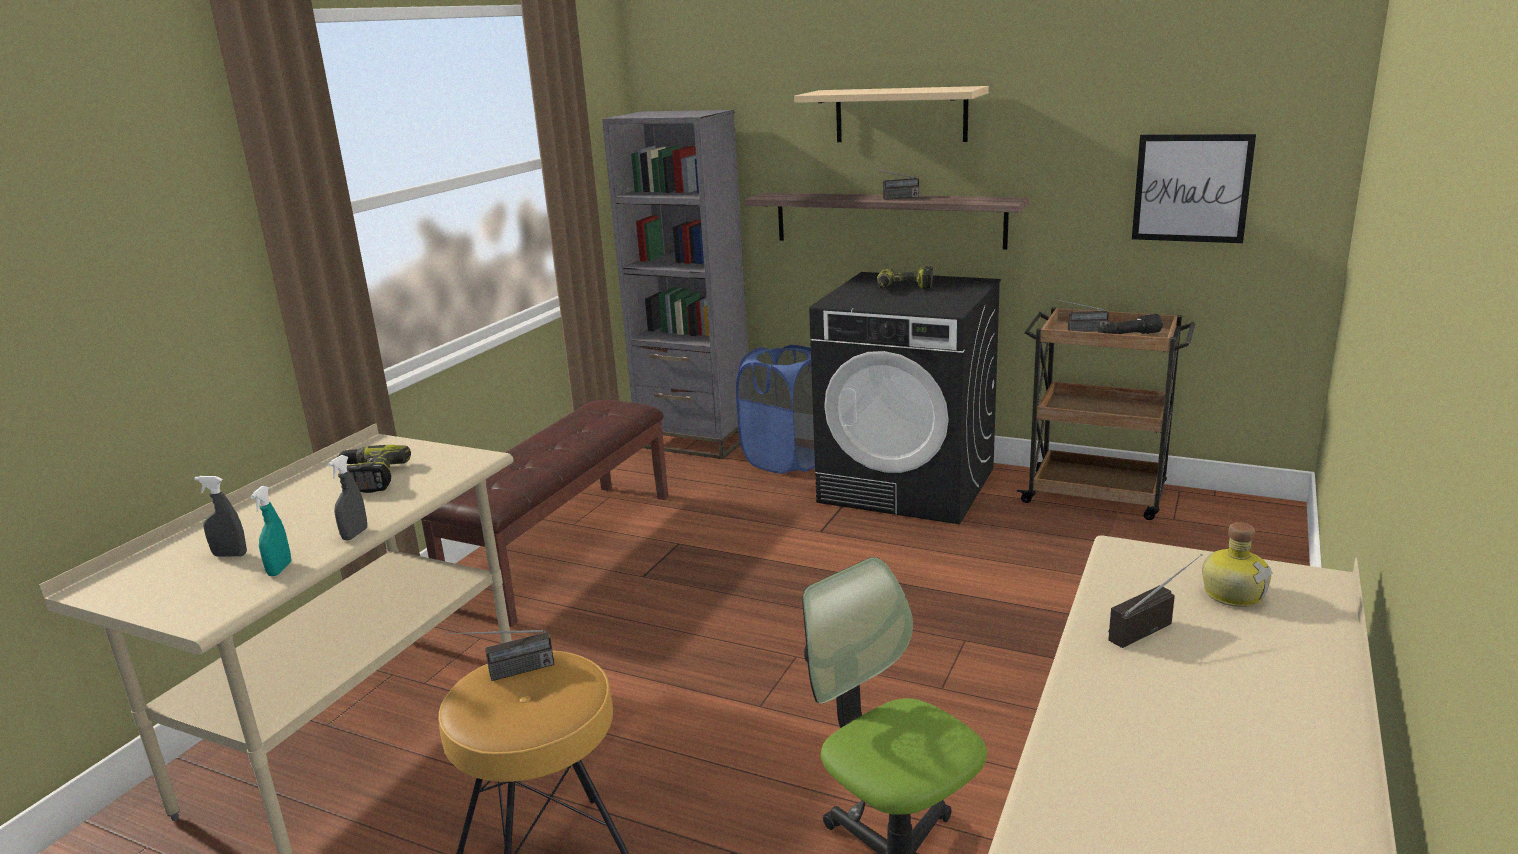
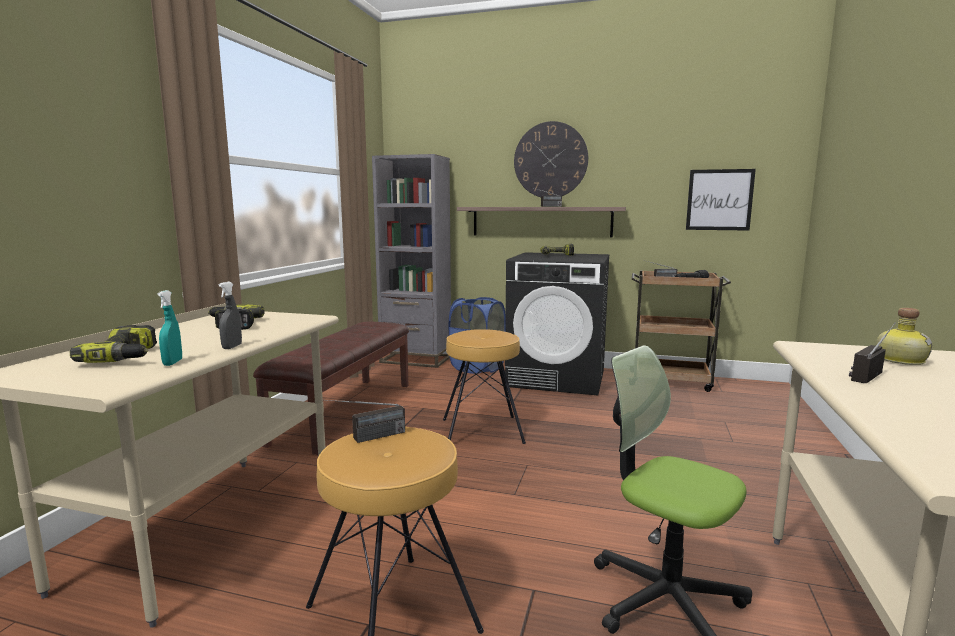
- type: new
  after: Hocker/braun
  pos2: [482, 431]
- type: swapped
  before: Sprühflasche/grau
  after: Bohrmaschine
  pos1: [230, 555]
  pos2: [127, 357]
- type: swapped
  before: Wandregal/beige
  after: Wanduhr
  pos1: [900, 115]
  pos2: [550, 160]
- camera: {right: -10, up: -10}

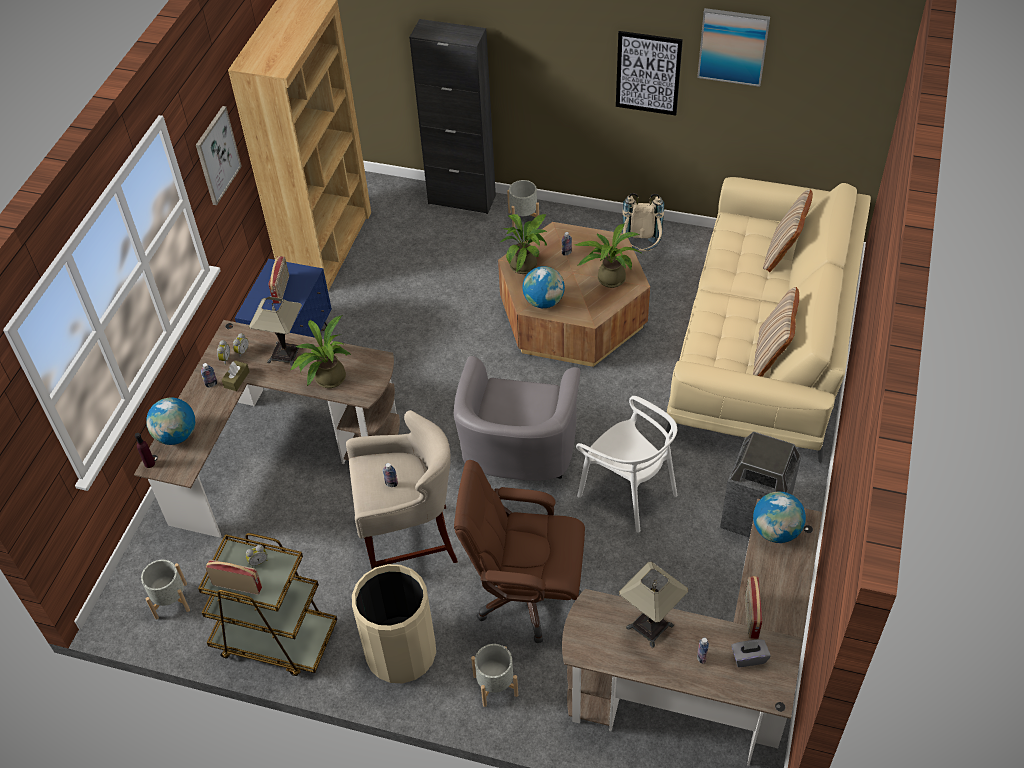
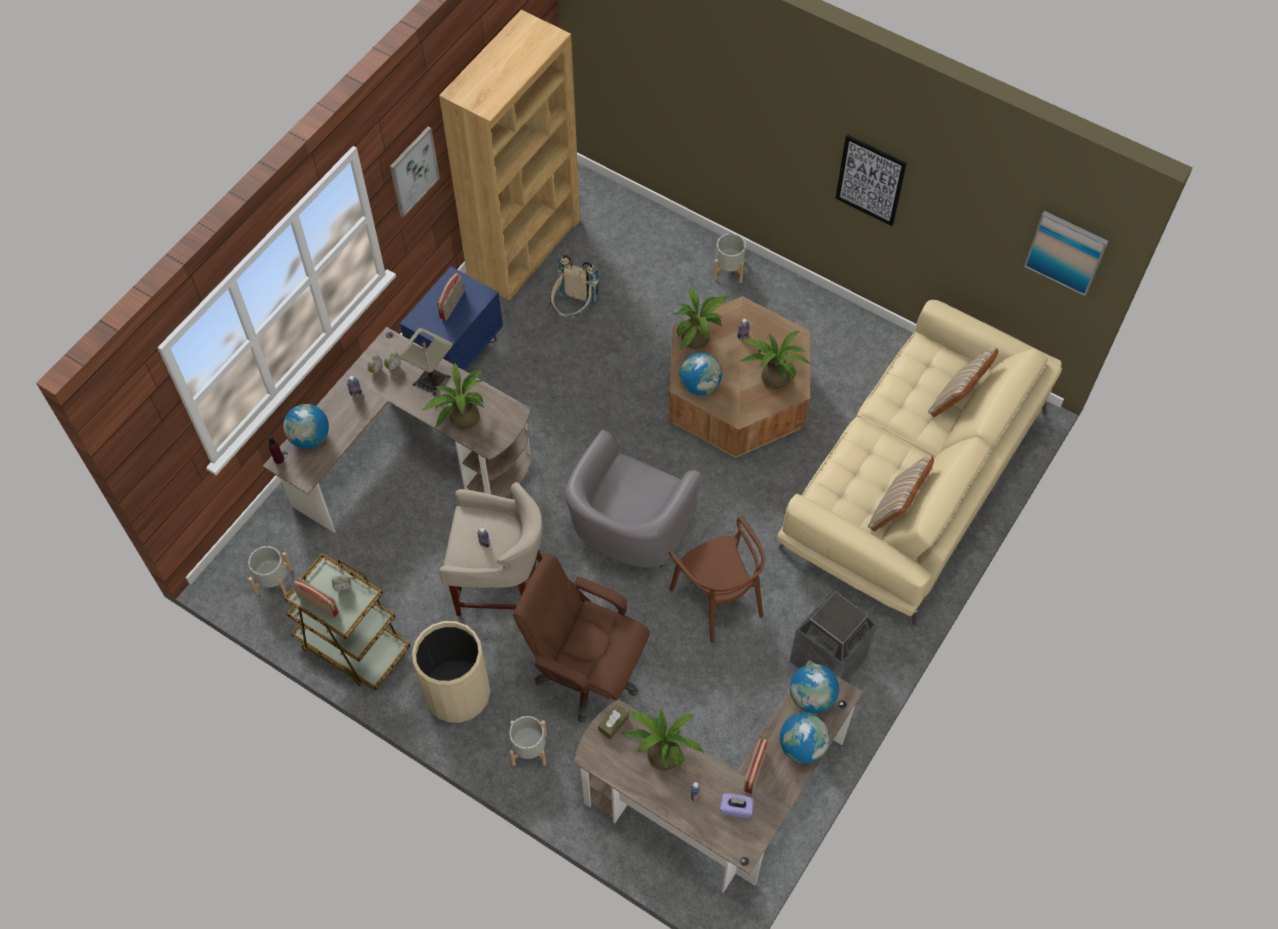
- type: gone
  before: Schrank/schwarz
  pos1: [462, 199]
- type: new
  after: Globus
  pos2: [802, 746]
- type: shifted
  before: Taschentuchbox/braun
  pos1: [236, 379]
  pos2: [613, 724]
- type: shifted
  before: Rucksack/beige
  pos1: [641, 250]
  pos2: [573, 310]
- type: shifted
  before: Bild
  pos1: [733, 46]
  pos2: [1066, 252]
- type: swapped
  before: Tischlampe
  after: Topfpflanze
  pos1: [650, 626]
  pos2: [661, 752]
- type: repainted
  before: Stuhl/weiß
  after: Stuhl/braun
  pos1: [628, 492]
  pos2: [718, 600]
- type: repainted
  before: Taschentuchbox/grau
  after: Taschentuchbox/lila
  pos1: [748, 657]
  pos2: [736, 808]
- camera: {right: 15, up: 10}

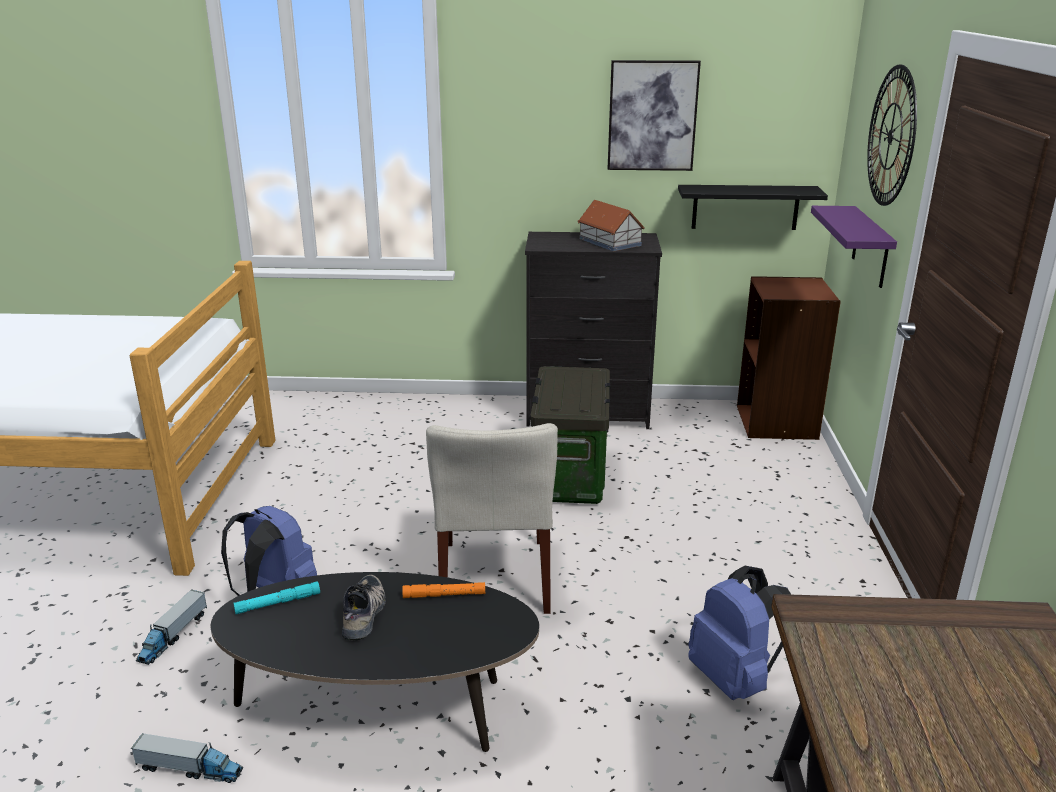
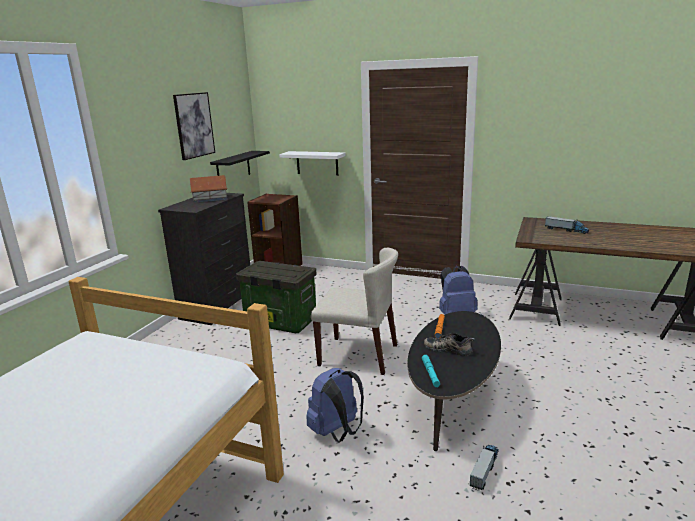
- type: gone
  before: Wanduhr
  pos1: [891, 136]
- type: shifted
  before: Spielzeuglaster
  pos1: [173, 636]
  pos2: [566, 230]
- type: repainted
  before: Wandregal/lila
  after: Wandregal/weiß
  pos1: [870, 247]
  pos2: [317, 163]
- camera: {right: -70, up: -5}

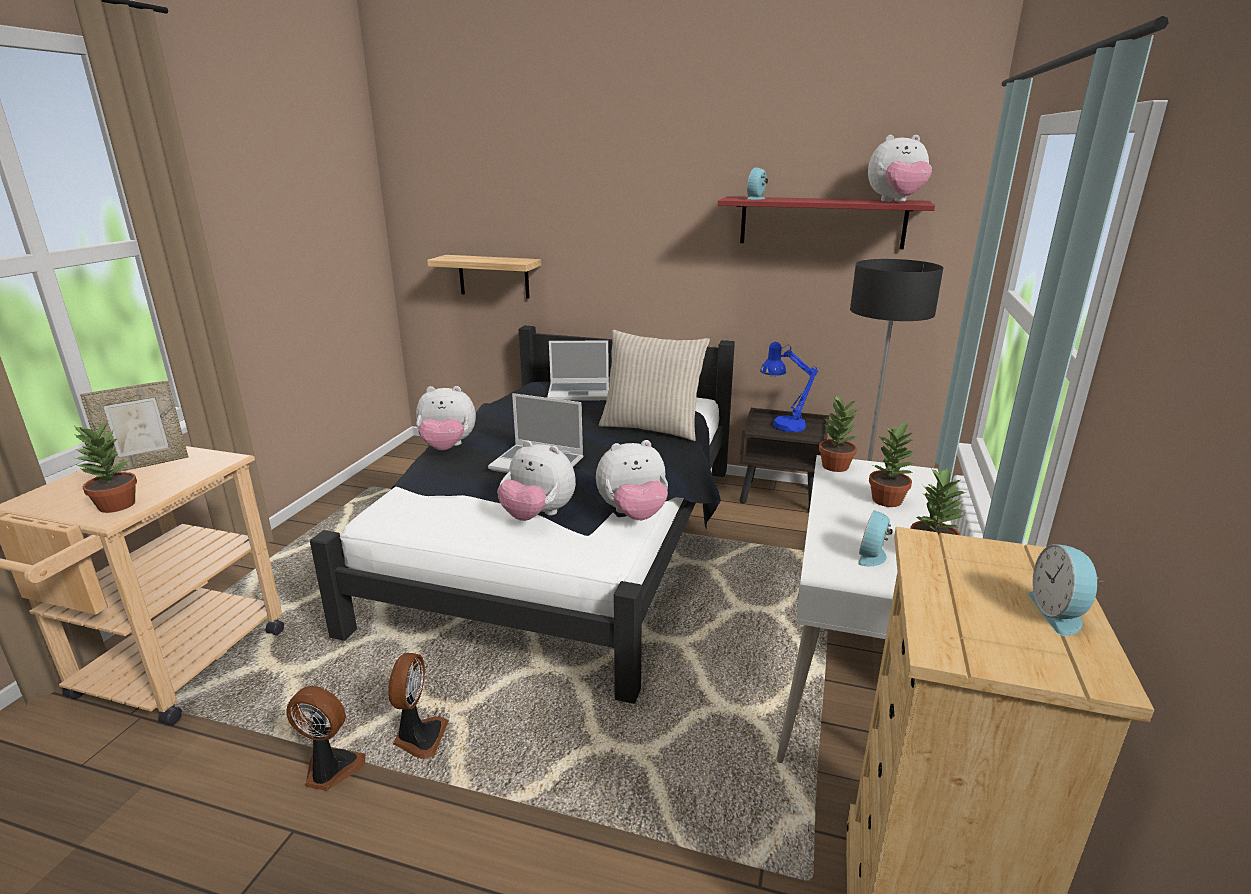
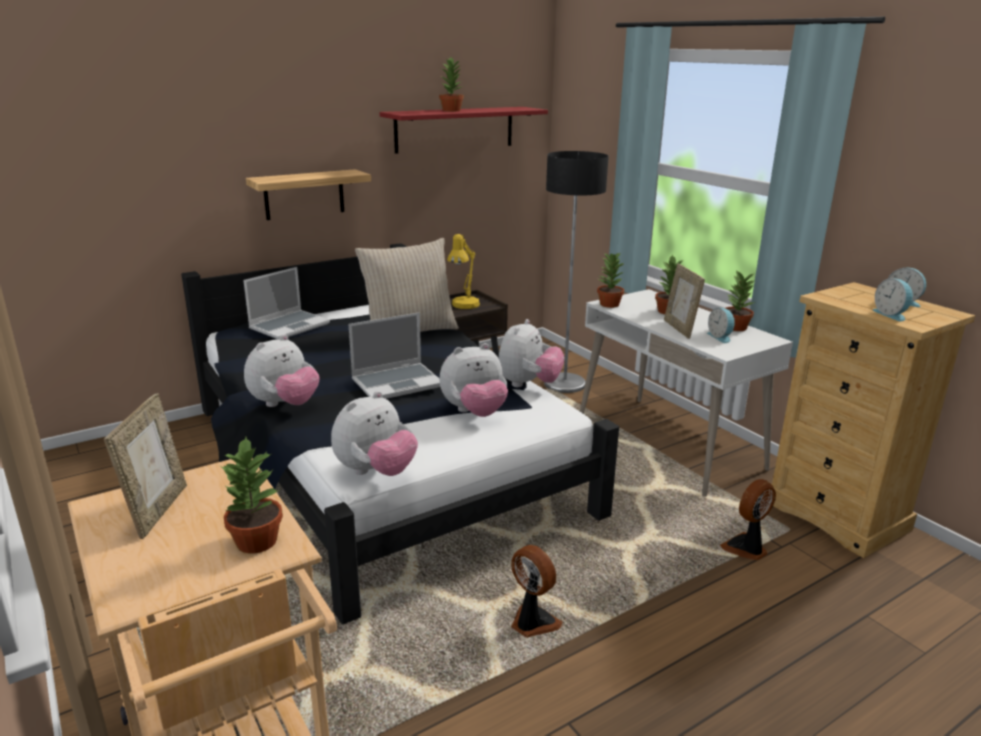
- type: new
  after: Topfpflanze
  pos2: [452, 110]
- type: new
  after: Bilderrahmen
  pos2: [679, 329]
- type: shifted
  before: Ventilator
  pos1: [331, 769]
  pos2: [746, 549]
- type: shifted
  before: Wandregal
  pos1: [493, 276]
  pos2: [304, 194]
- type: shifted
  before: Wecker
  pos1: [757, 198]
  pos2: [891, 314]
- type: shifted
  before: Plüschtier
  pos1: [896, 202]
  pos2: [375, 472]
- type: repainted
  before: Tischlampe/blau
  after: Tischlampe/gelb
  pos1: [783, 427]
  pos2: [463, 306]
- camera: {right: -50, up: 0}

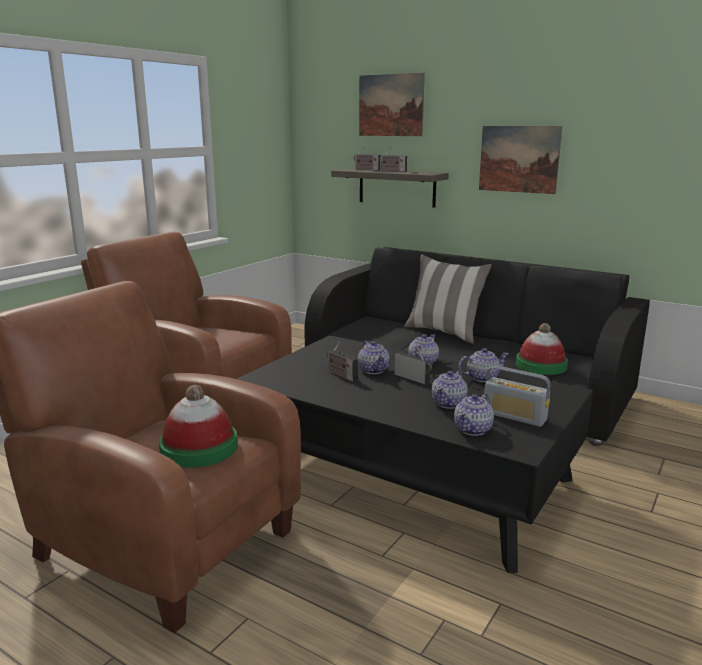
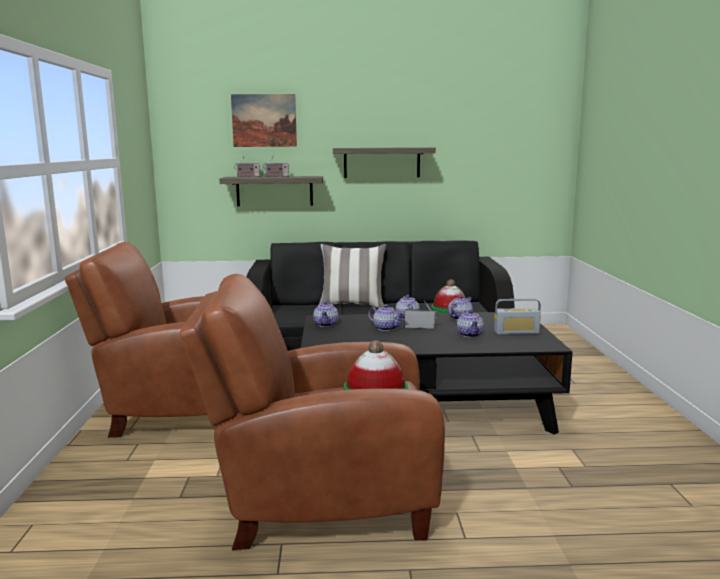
- type: gone
  before: Radio
  pos1: [341, 375]
- type: shifted
  before: Teekanne
  pos1: [473, 429]
  pos2: [326, 324]
- type: swapped
  before: Bild
  after: Wandregal
  pos1: [519, 159]
  pos2: [381, 162]
- camera: {right: -35, up: -5}

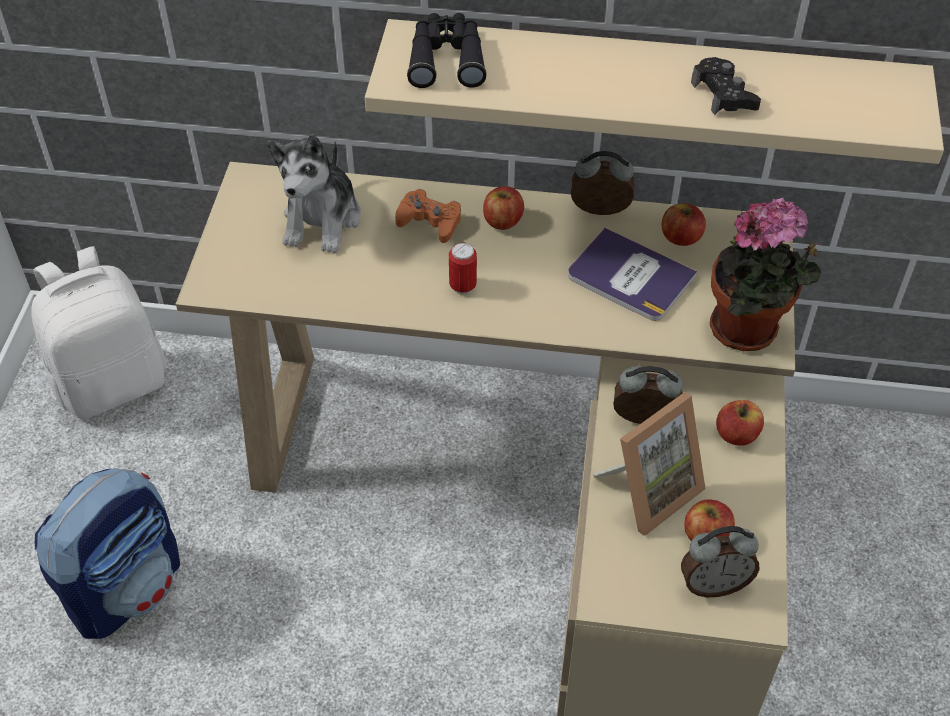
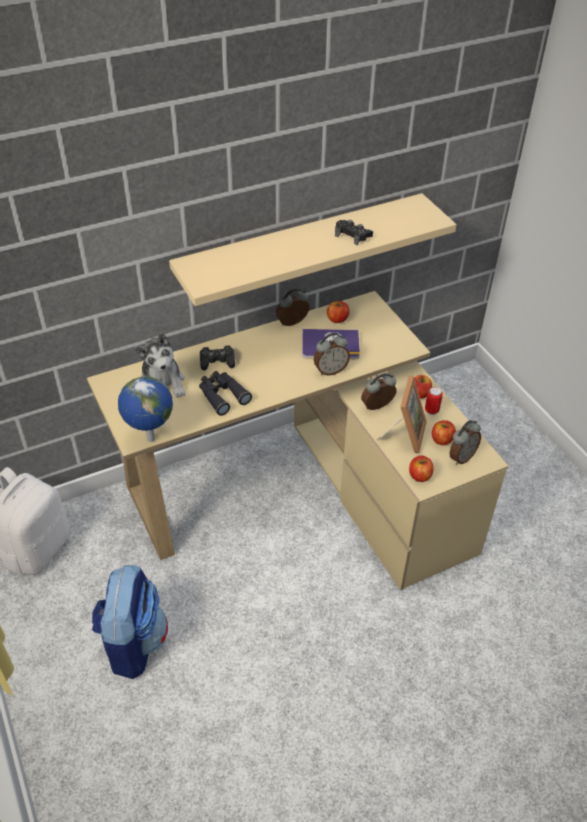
- type: gone
  before: Topfpflanze
  pos1: [749, 331]
- type: new
  after: Globus
  pos2: [150, 439]
- type: new
  after: Wecker
  pos2: [330, 370]
- type: shifted
  before: Fernglas/schwarz
  pos1: [446, 59]
  pos2: [222, 395]
- type: shifted
  before: Dose
  pos1: [463, 286]
  pos2: [431, 410]
- type: shifted
  before: Apfel
  pos1: [502, 221]
  pos2: [419, 476]
- type: repainted
  before: Gamepad/orange
  after: Gamepad/schwarz
  pos1: [430, 221]
  pos2: [217, 361]
- camera: {right: -35, up: -5}

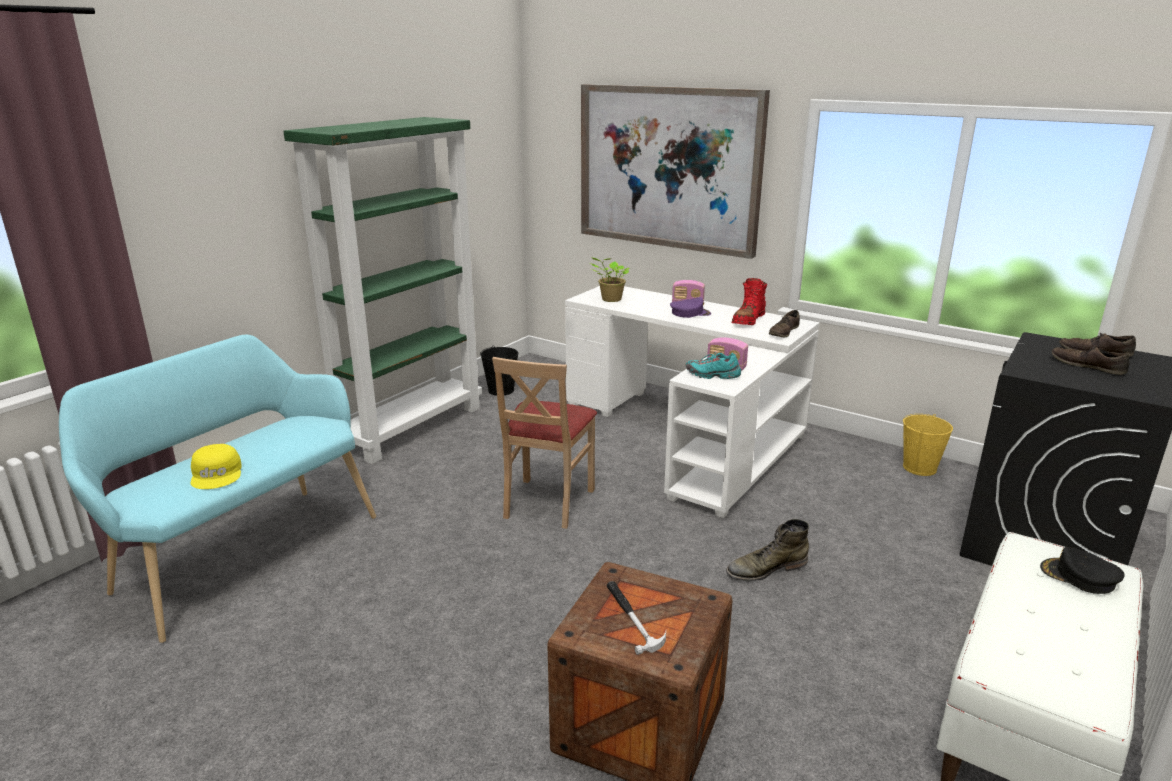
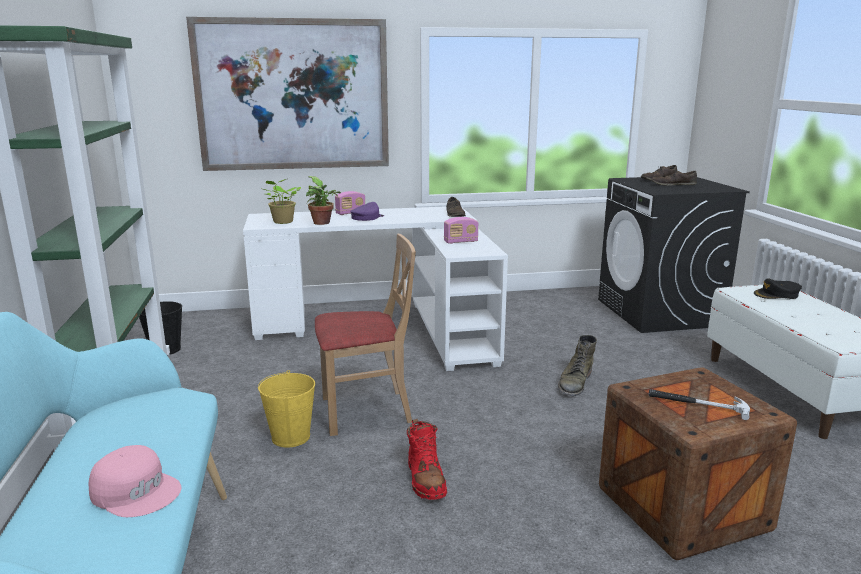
- type: gone
  before: Schuh/türkis
  pos1: [713, 375]
- type: new
  after: Topfpflanze
  pos2: [323, 223]
- type: shifted
  before: Stiefel/rot
  pos1: [748, 320]
  pos2: [425, 479]
- type: shifted
  before: Eimer/gelb
  pos1: [920, 468]
  pos2: [291, 437]
- type: repainted
  before: Kappe/gelb
  after: Kappe/rosa
  pos1: [217, 474]
  pos2: [137, 491]
- type: rotated
  before: Stuhl/beige
  pos1: [547, 502]
  pos2: [366, 411]
  turn: -75
- camera: {right: -45, up: -5}

